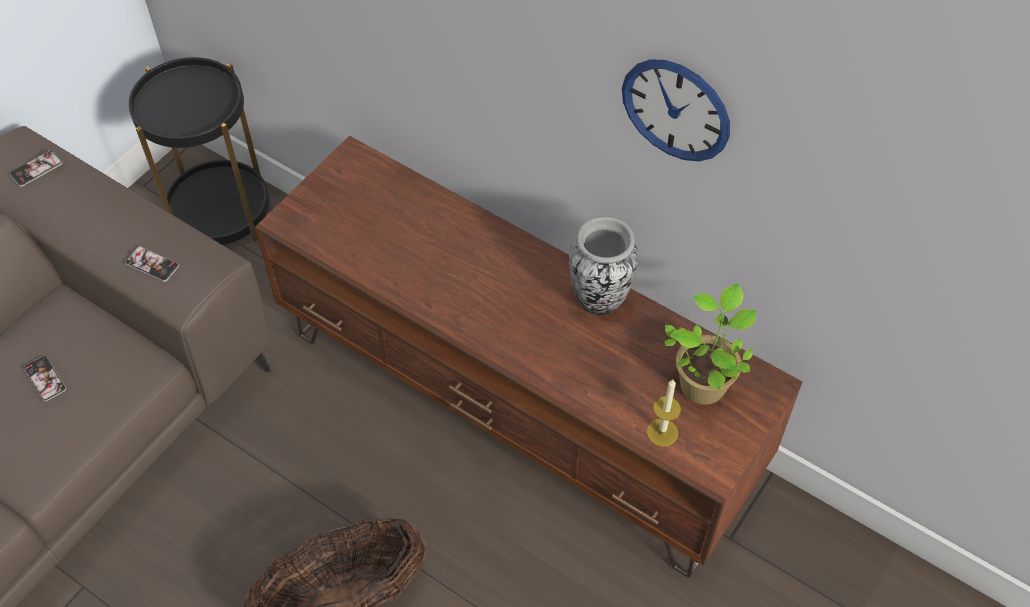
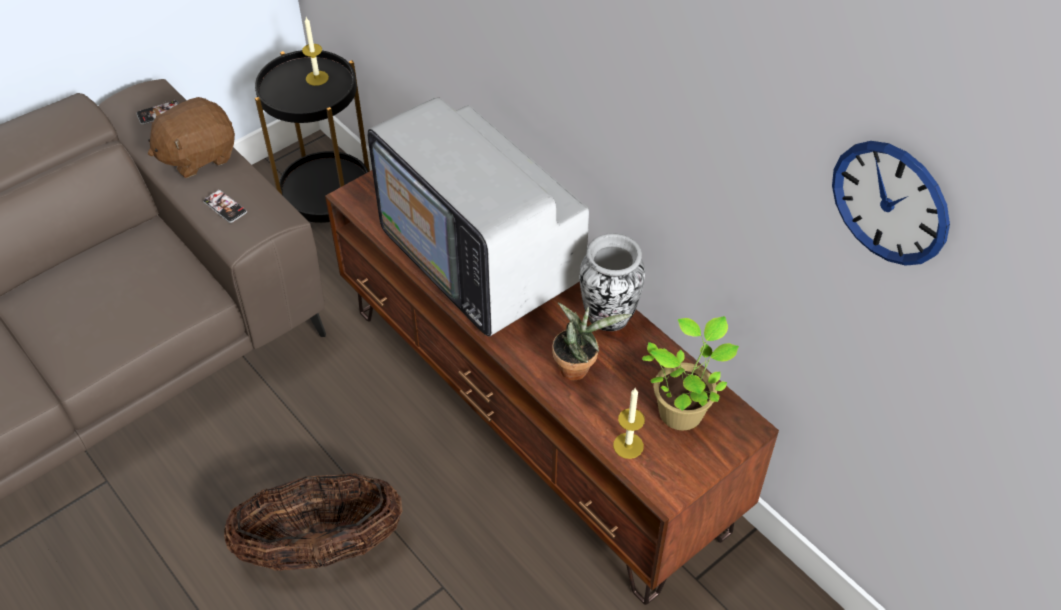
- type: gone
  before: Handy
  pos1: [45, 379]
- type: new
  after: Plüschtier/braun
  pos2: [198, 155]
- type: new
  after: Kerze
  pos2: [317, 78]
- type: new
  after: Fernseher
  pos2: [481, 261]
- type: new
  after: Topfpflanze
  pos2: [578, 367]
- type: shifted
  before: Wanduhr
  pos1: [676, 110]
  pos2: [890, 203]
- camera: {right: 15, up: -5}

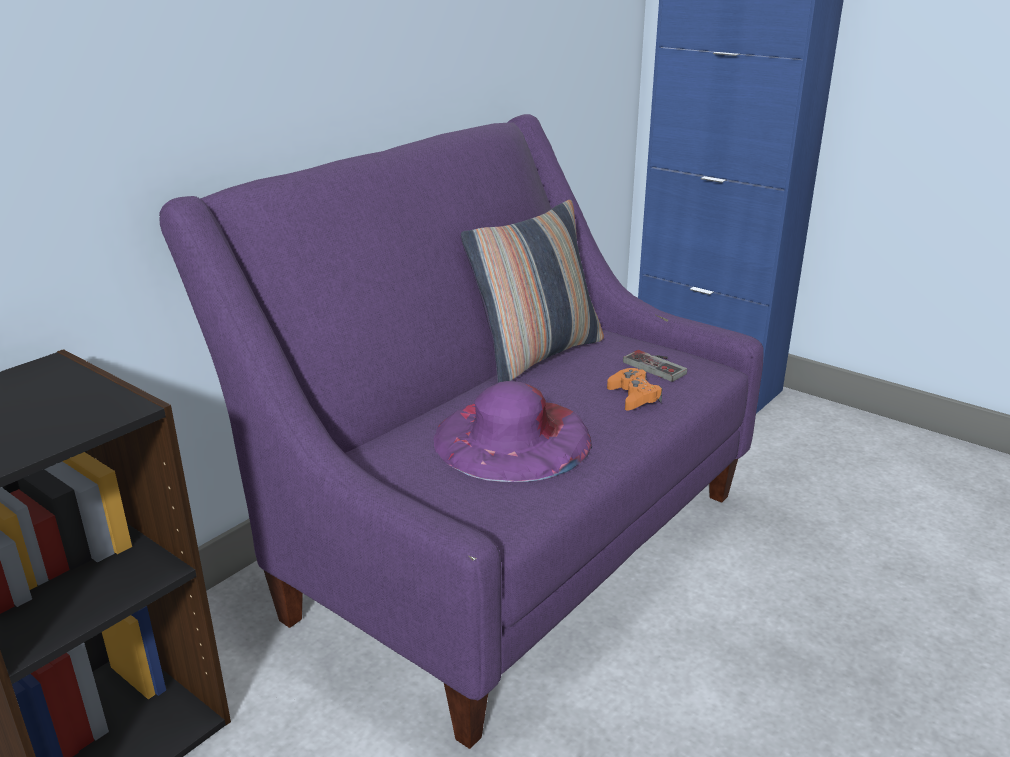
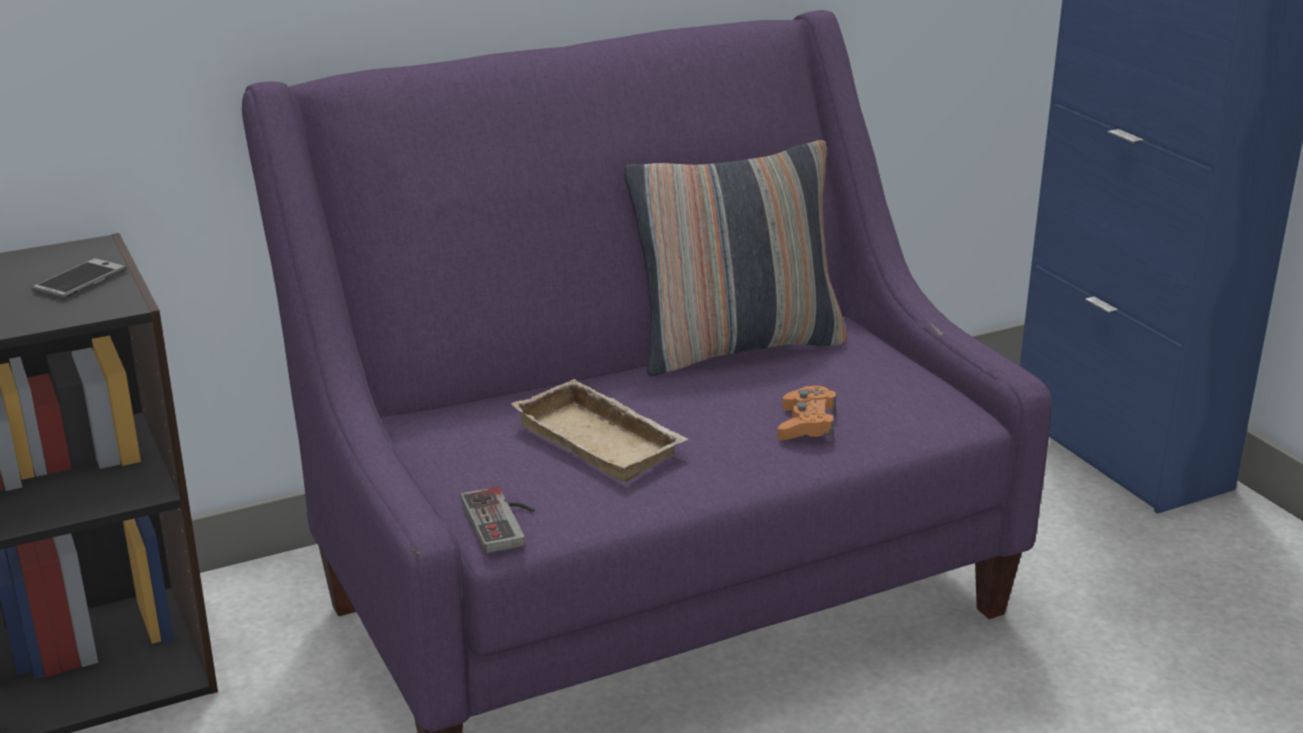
- type: new
  after: Handy
  pos2: [80, 281]
- type: shifted
  before: Gamepad
  pos1: [659, 365]
  pos2: [504, 521]
- type: swapped
  before: Hut/lila
  after: Tablett/beige
  pos1: [512, 438]
  pos2: [603, 440]
- camera: {right: 25, up: 0}

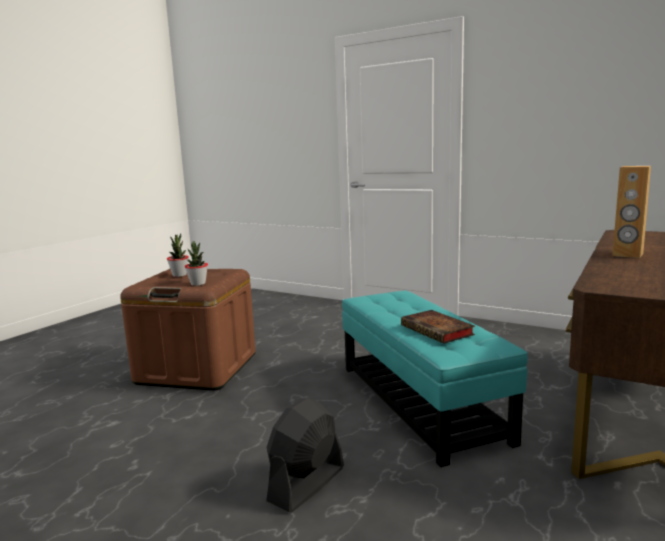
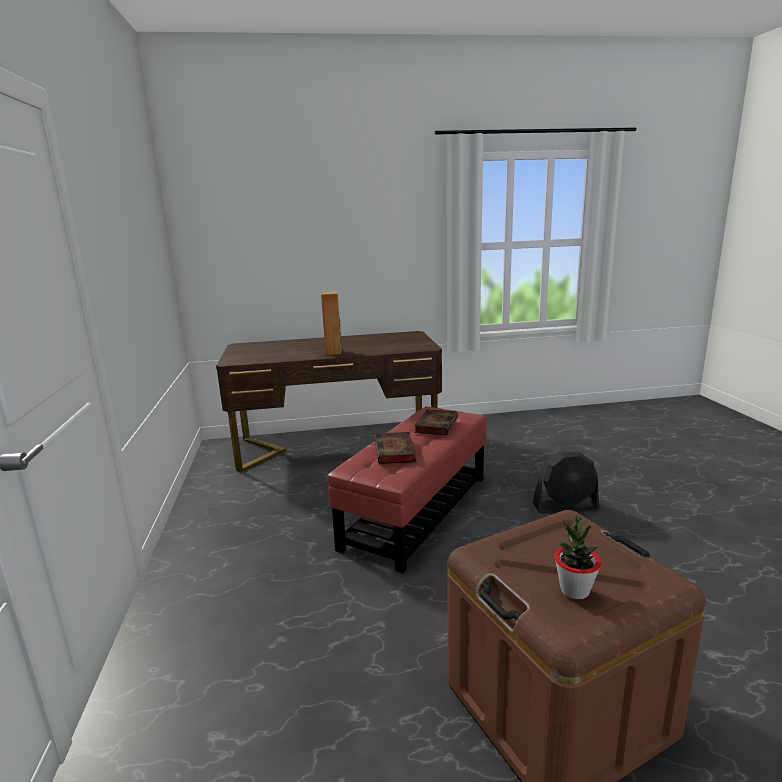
- type: gone
  before: Topfpflanze
  pos1: [198, 284]
- type: new
  after: Buch
  pos2: [395, 452]
- type: repainted
  before: Polsterhocker/türkis
  after: Polsterhocker/rot
  pos1: [418, 402]
  pos2: [418, 511]
- camera: {right: -130, up: 5}

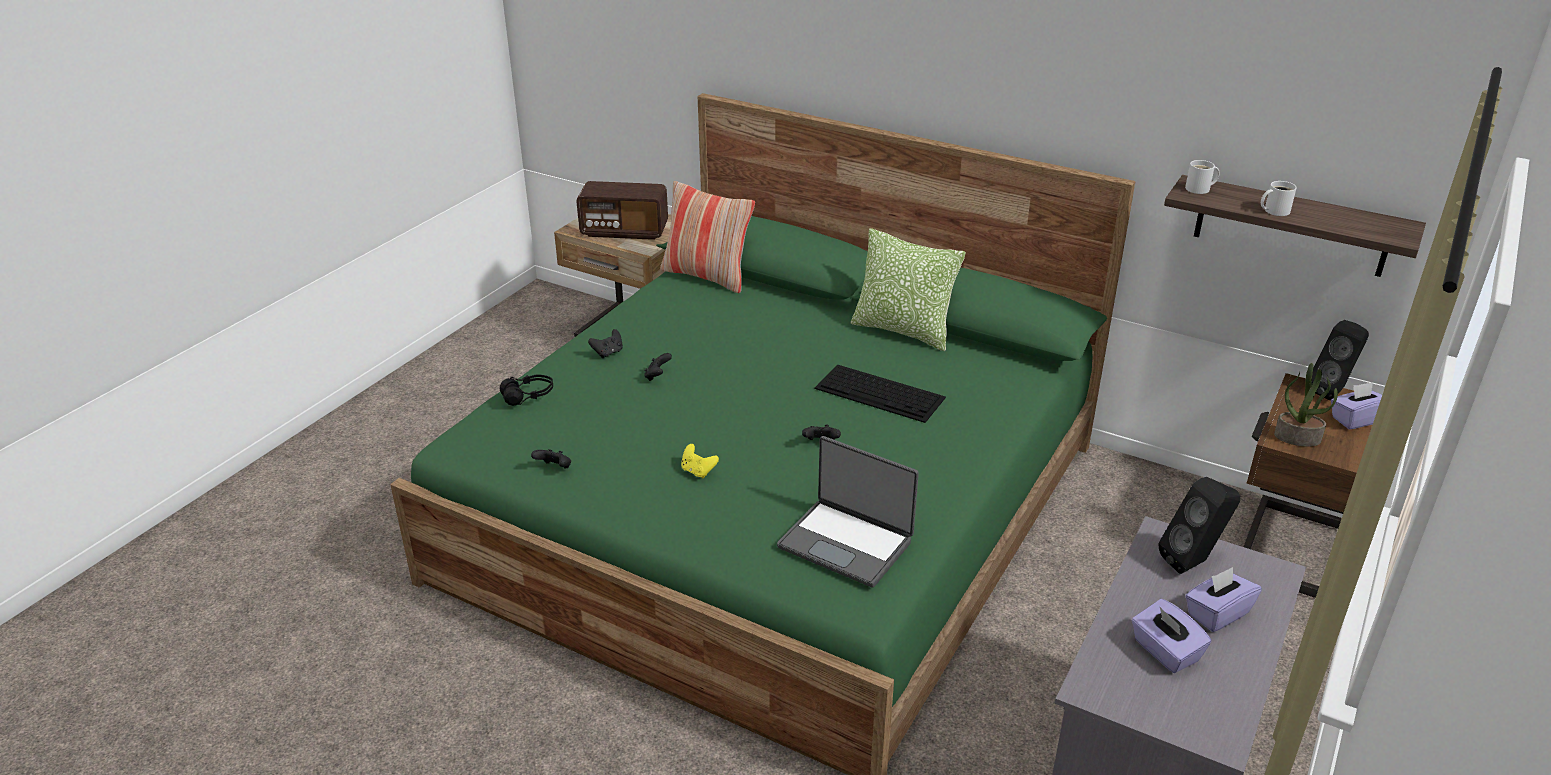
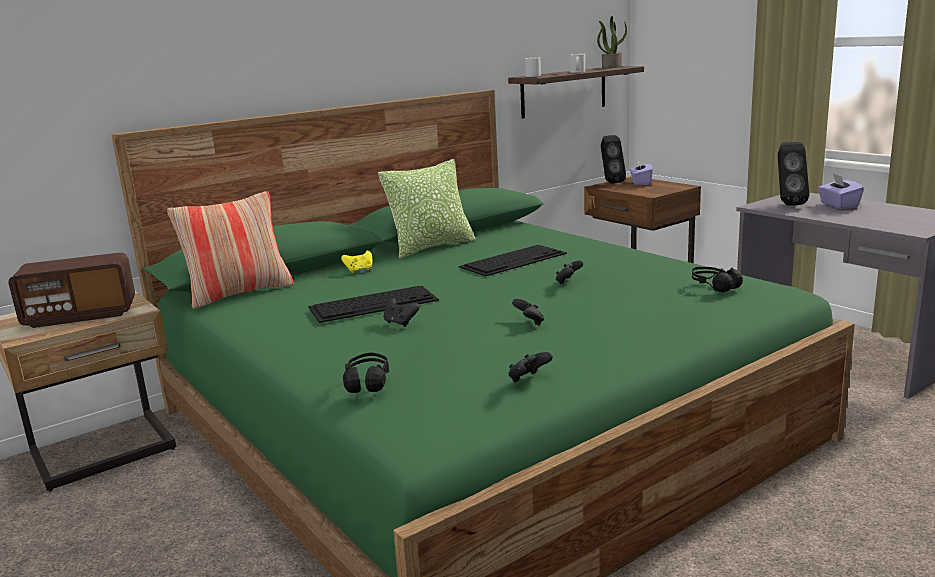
- type: gone
  before: Taschentuchbox/lila
  pos1: [1165, 651]
- type: new
  after: Tastatur
  pos2: [374, 303]
- type: shifted
  before: Gamepad/schwarz
  pos1: [608, 353]
  pos2: [529, 323]
- type: shifted
  before: Gamepad/gelb
  pos1: [698, 471]
  pos2: [359, 270]
- type: shifted
  before: Topfpflanze
  pos1: [1297, 437]
  pos2: [611, 67]
- type: swapped
  before: Laptop
  after: Kopfhörer/schwarz
  pos1: [846, 543]
  pos2: [714, 286]
- type: rotated
  before: Radio
  pos1: [624, 231]
  pos2: [81, 315]
  turn: 45
- camera: {right: -65, up: -15}

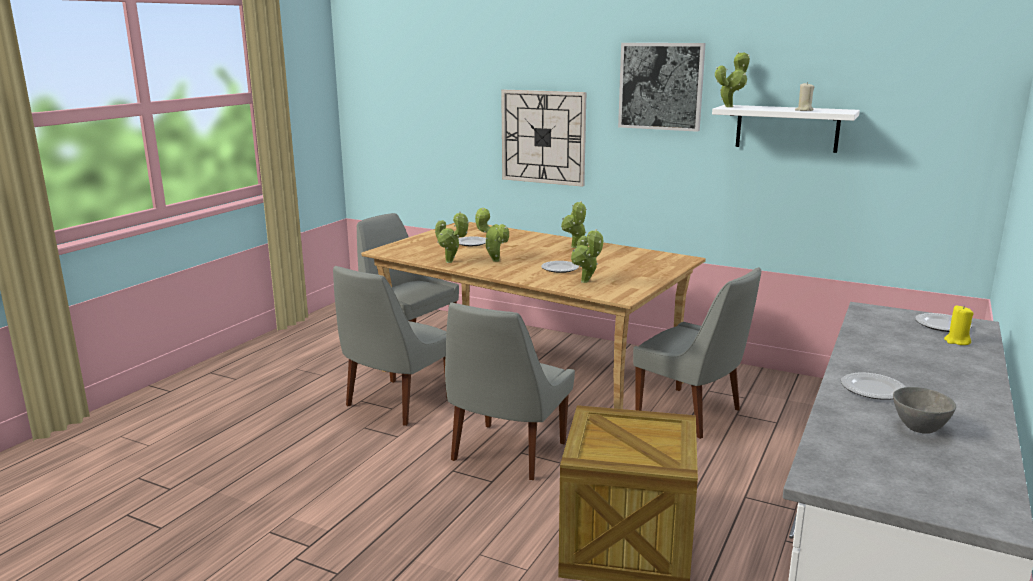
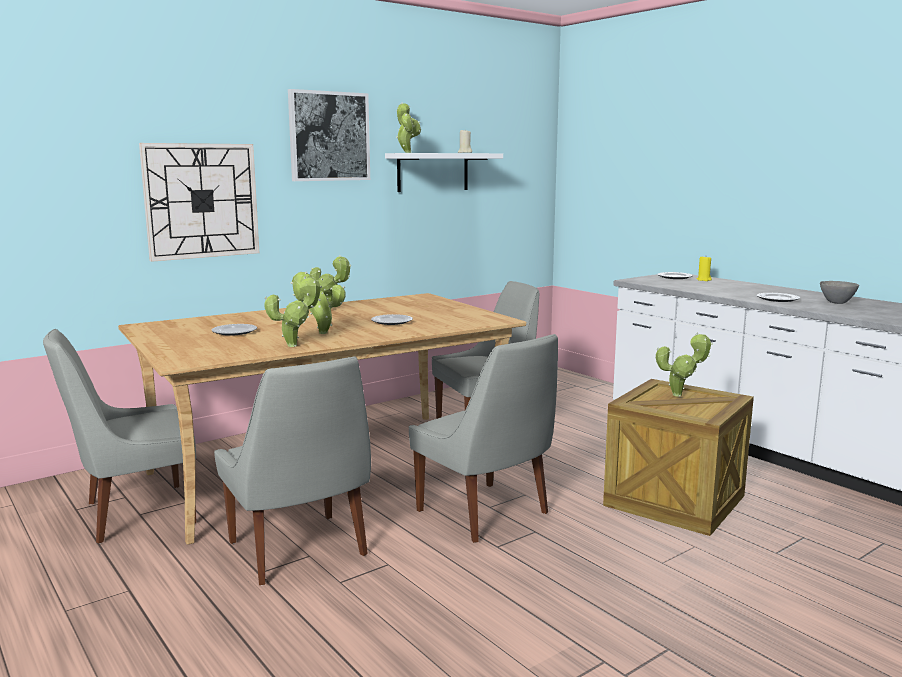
- type: shifted
  before: Topfpflanze
  pos1: [586, 282]
  pos2: [680, 395]
- camera: {right: -65, up: -5}

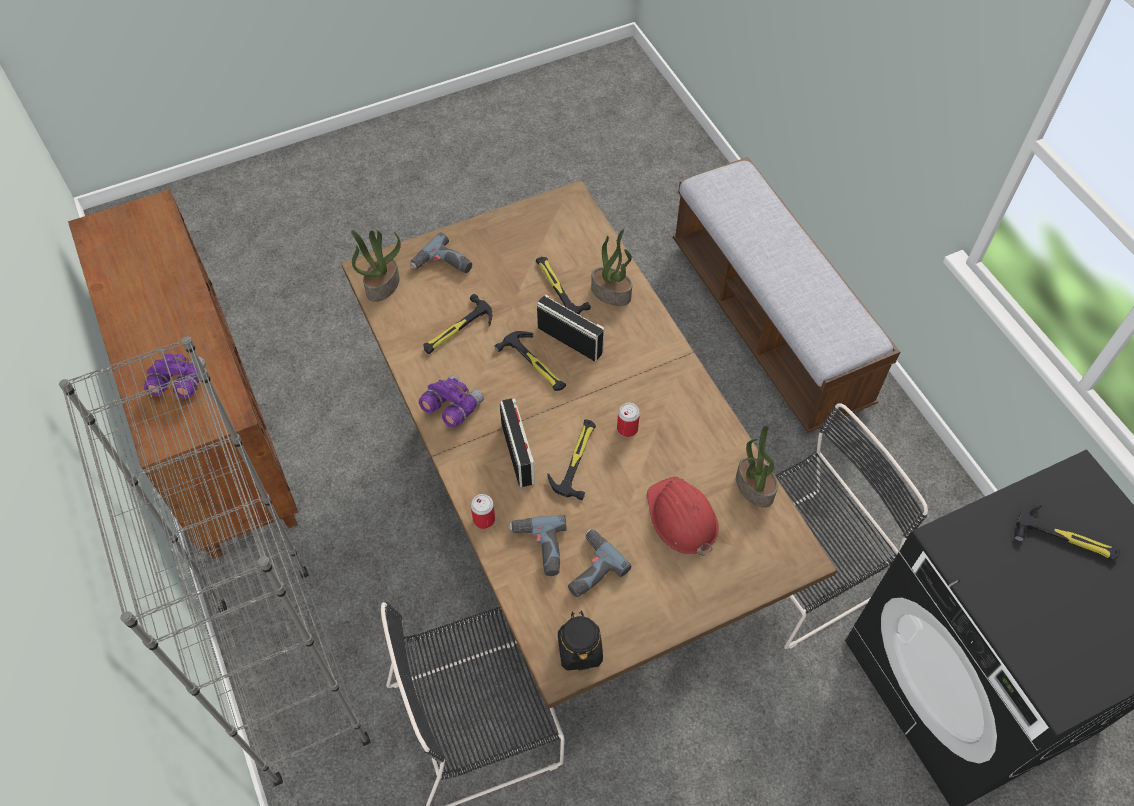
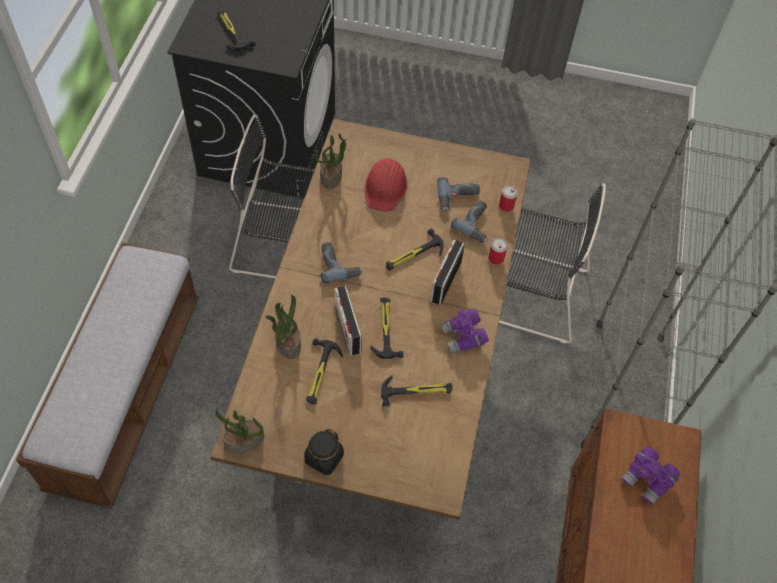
- type: shifted
  before: Topfpflanze
  pos1: [382, 285]
  pos2: [244, 441]
- type: shifted
  before: Bohrmaschine
  pos1: [443, 265]
  pos2: [338, 264]
- type: shifted
  before: Vorratsglas/schwarz
  pos1: [579, 649]
  pos2: [324, 458]
- type: shifted
  before: Dose
  pos1: [627, 428]
  pos2: [506, 206]
- camera: {right: -145, up: 0}

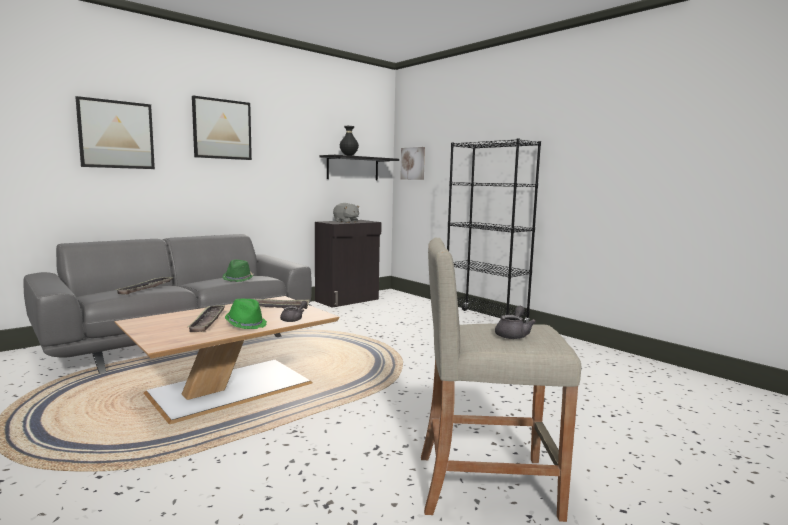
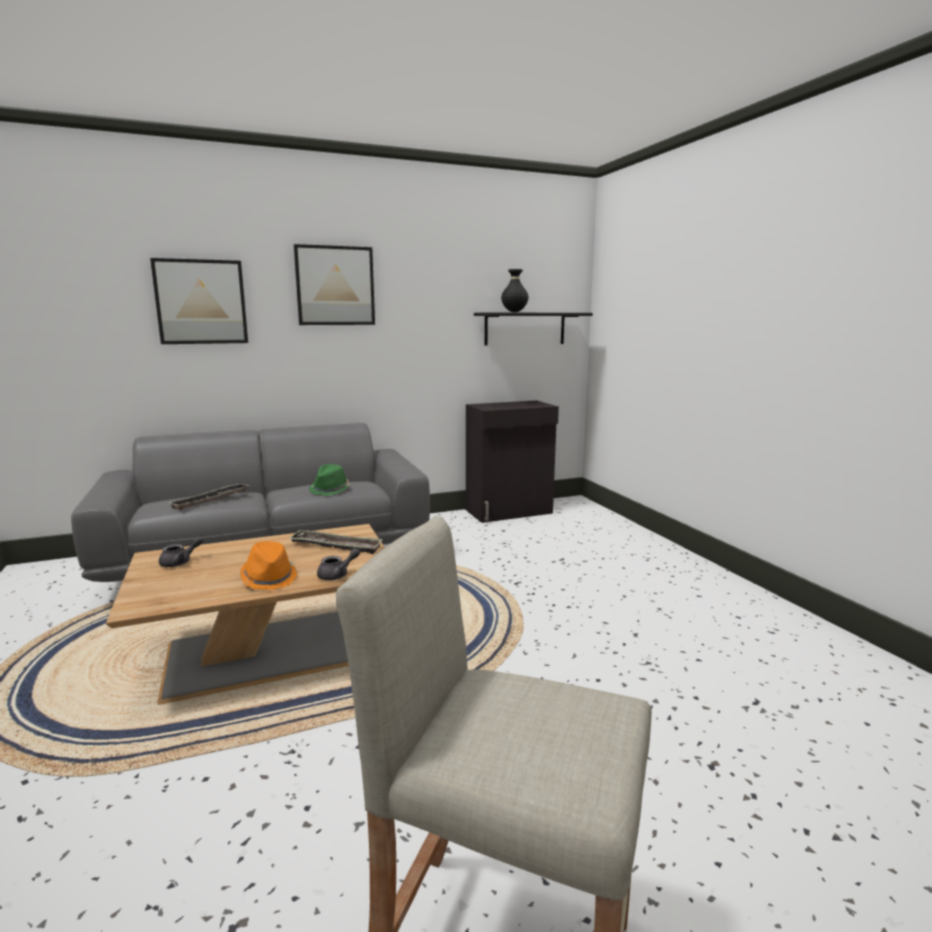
- type: gone
  before: Tablett
  pos1: [208, 321]
- type: gone
  before: Plüschtier/grau
  pos1: [346, 222]
- type: gone
  before: Bild
  pos1: [413, 163]
- type: gone
  before: Bücherregal/schwarz
  pos1: [485, 321]
- type: shifted
  before: Teekanne/grau
  pos1: [513, 334]
  pos2: [180, 562]
- type: repainted
  before: Hut/grün
  after: Hut/orange
  pos1: [246, 324]
  pos2: [269, 578]
- camera: {right: 20, up: 5}

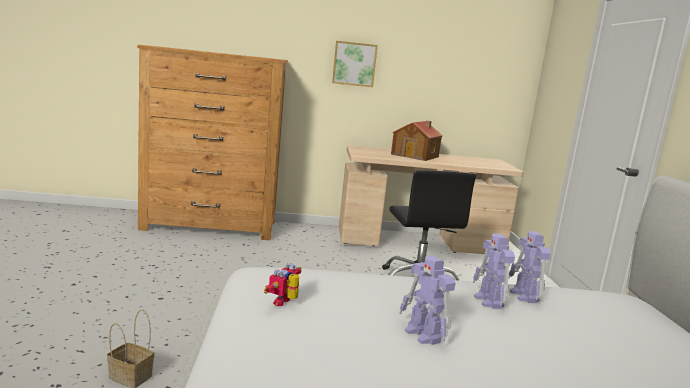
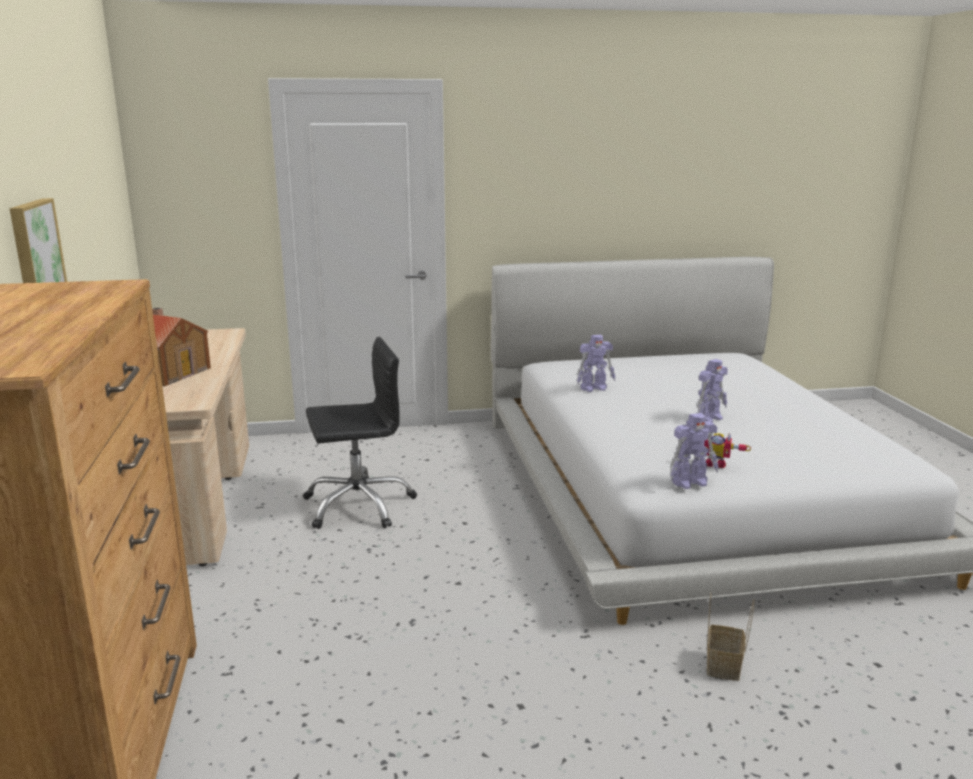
- type: shifted
  before: Spielzeugroboter
  pos1: [489, 301]
  pos2: [691, 482]
- camera: {right: -95, up: 5}

